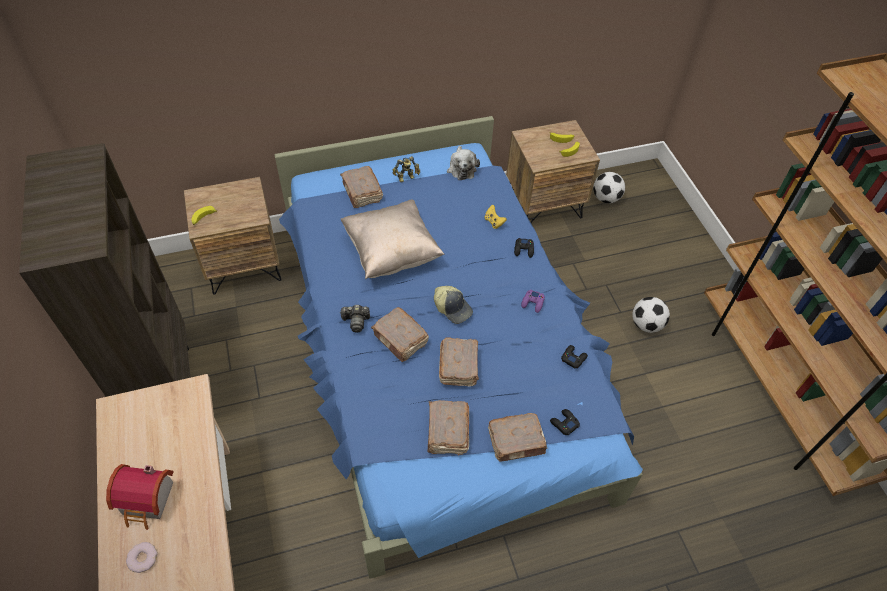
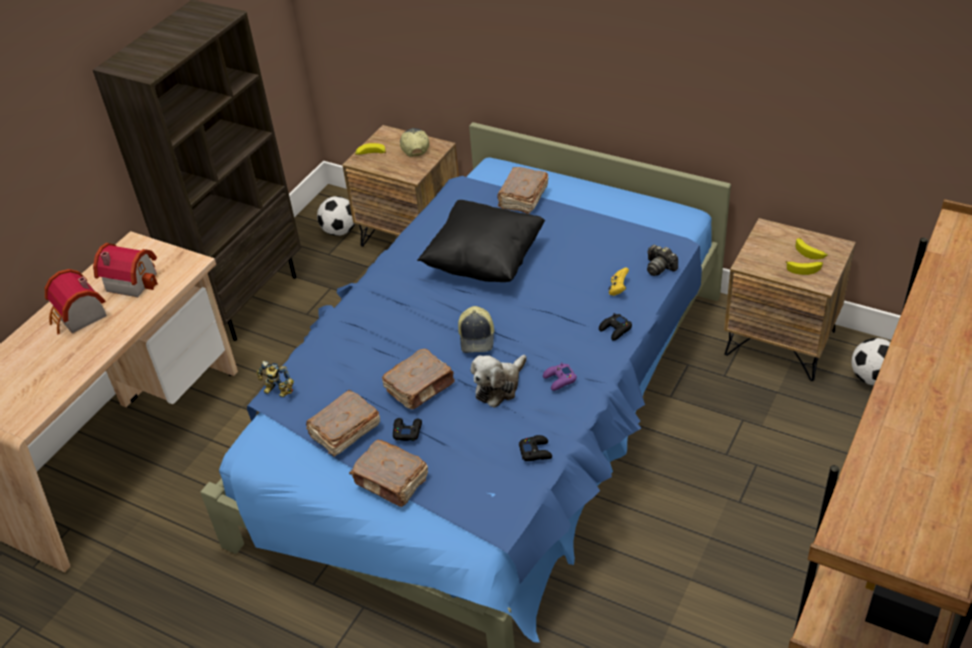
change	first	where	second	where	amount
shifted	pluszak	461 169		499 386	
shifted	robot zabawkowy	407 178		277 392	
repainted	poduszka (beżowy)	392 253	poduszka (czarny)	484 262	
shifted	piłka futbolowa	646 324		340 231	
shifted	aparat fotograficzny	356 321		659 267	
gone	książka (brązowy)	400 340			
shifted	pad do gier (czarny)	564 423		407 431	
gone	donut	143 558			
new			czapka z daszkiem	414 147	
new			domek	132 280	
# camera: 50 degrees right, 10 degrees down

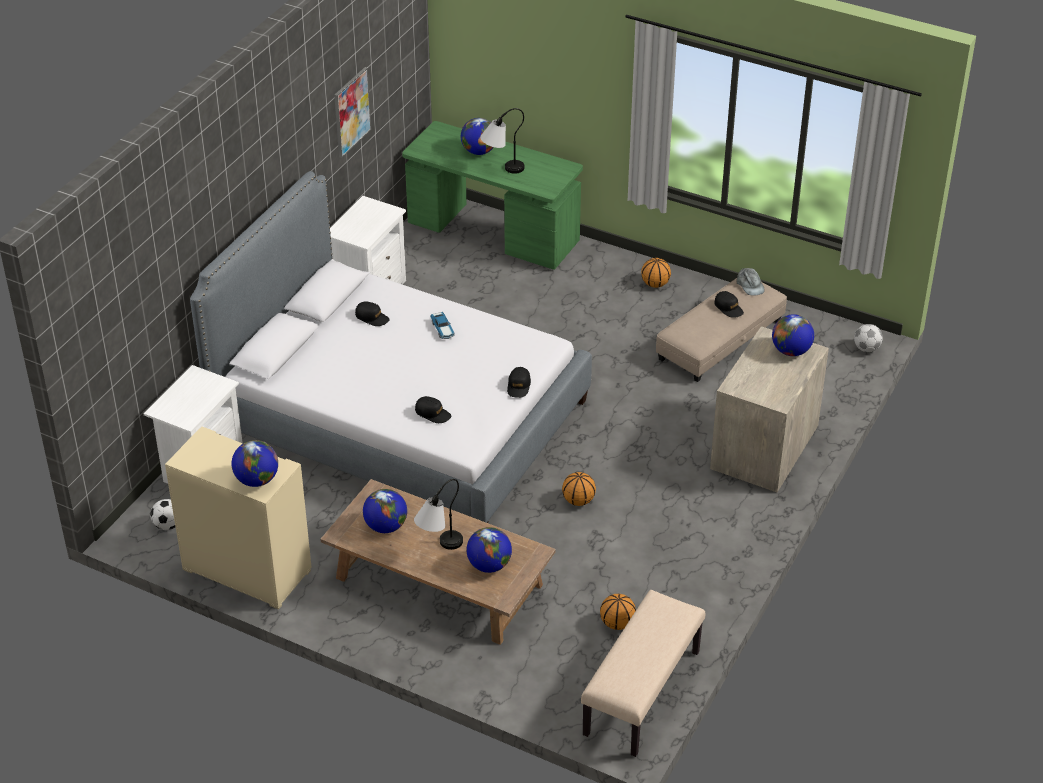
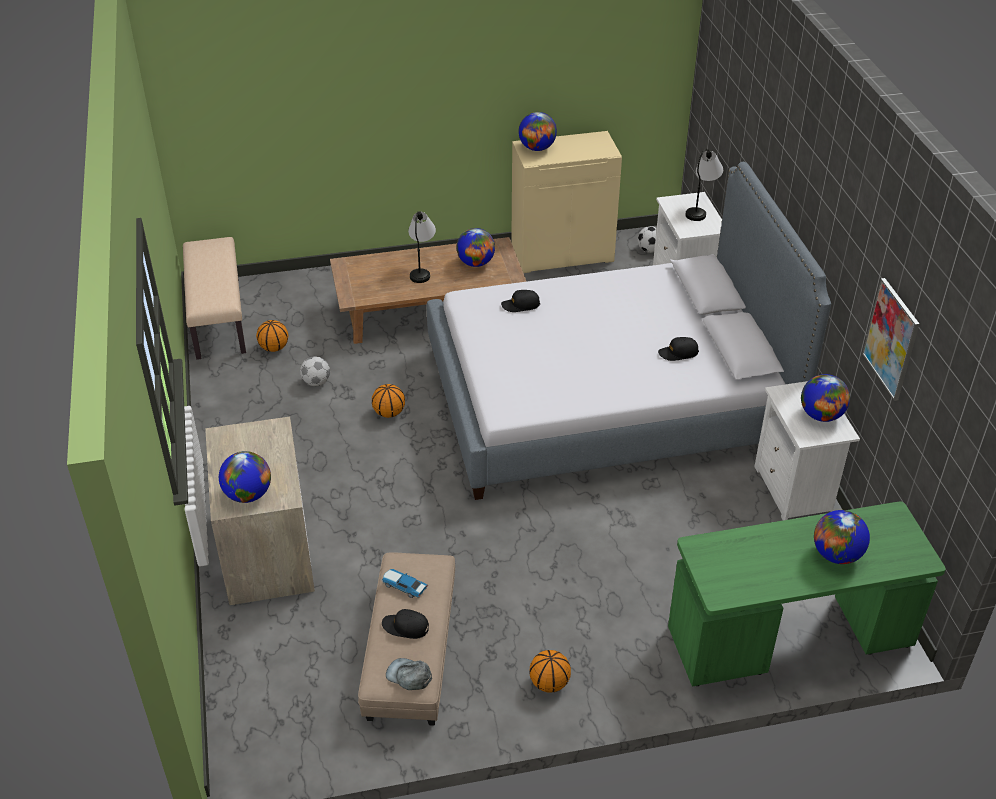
change	first	where	second	where	amount
shifted	lampa stołowa	501 170		701 208	
shifted	samochodzik	442 329		403 586	
shifted	piłka futbolowa	866 349		316 382	
gone	czapka z daszkiem (czarny)	519 386			
shifted	globus	489 565		821 415	
# camera: 140 degrees right, 0 degrees up

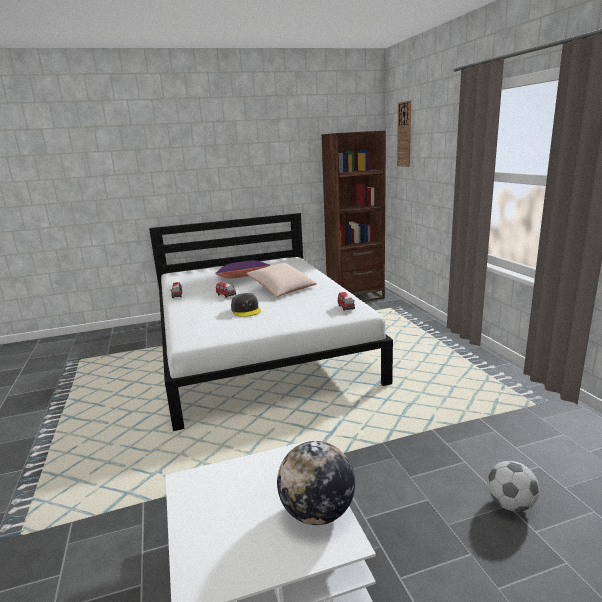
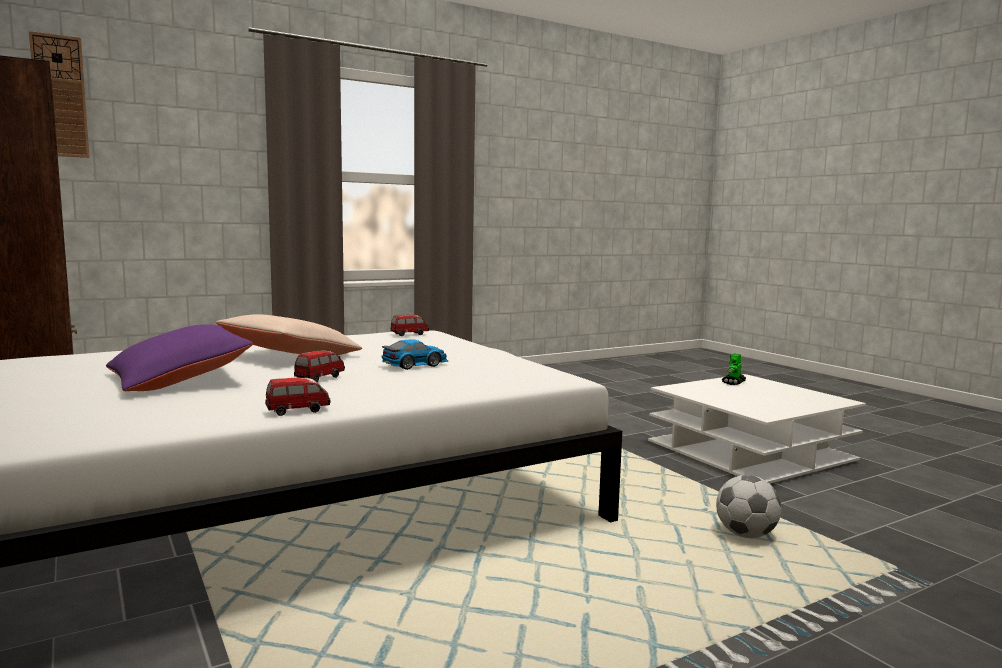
change	first	where	second	where	amount
swapped	czapka z daszkiem (szary)	246 310	samochodzik	415 365	
swapped	globus	317 512	robot zabawkowy	733 383	
shifted	piłka futbolowa	510 504		745 535	
# camera: 105 degrees left, 10 degrees down

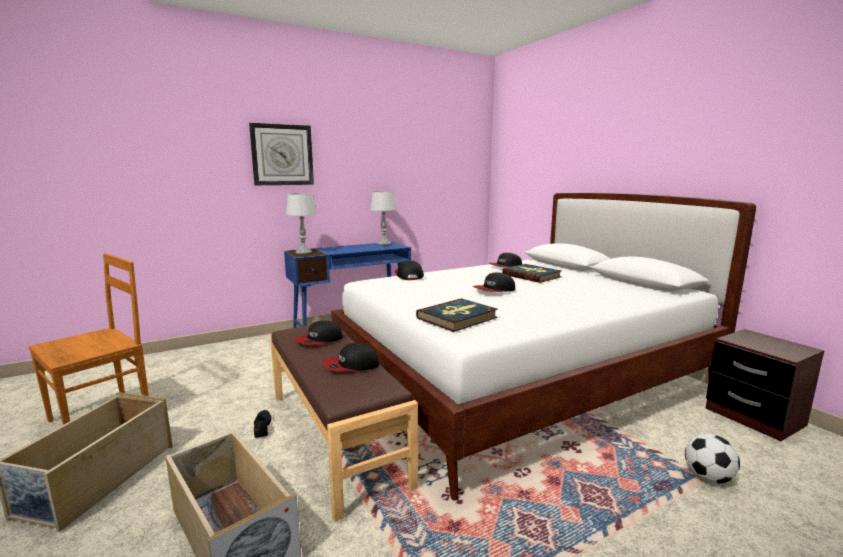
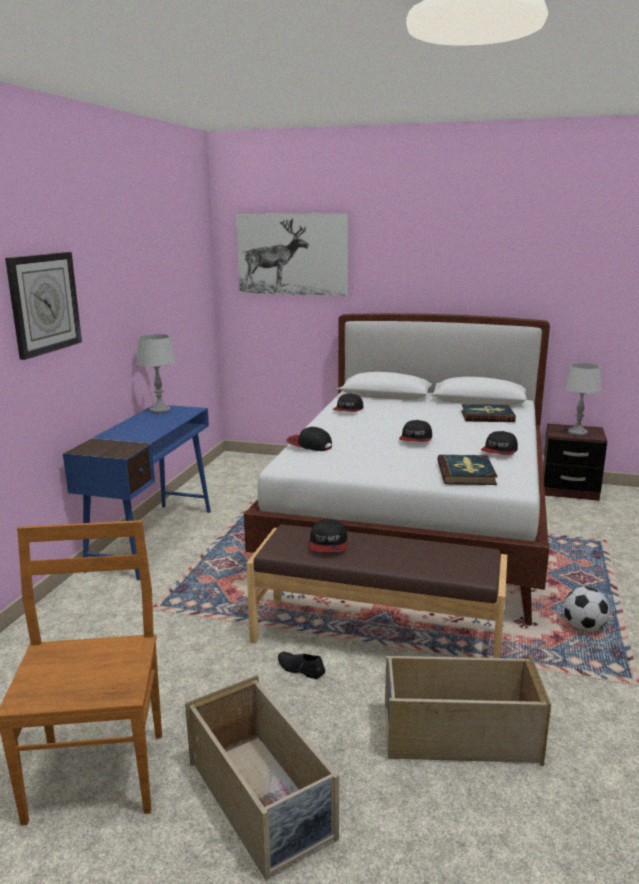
change	first	where	second	where	amount
shifted	lampa stołowa (szary)	303 252		577 432	
shifted	książka	531 275		487 416	
shifted	czapka z daszkiem	351 365		499 451	
shifted	piłka futbolowa	708 478		583 627	
new			obraz	292 254	
# camera: 45 degrees left, 5 degrees up

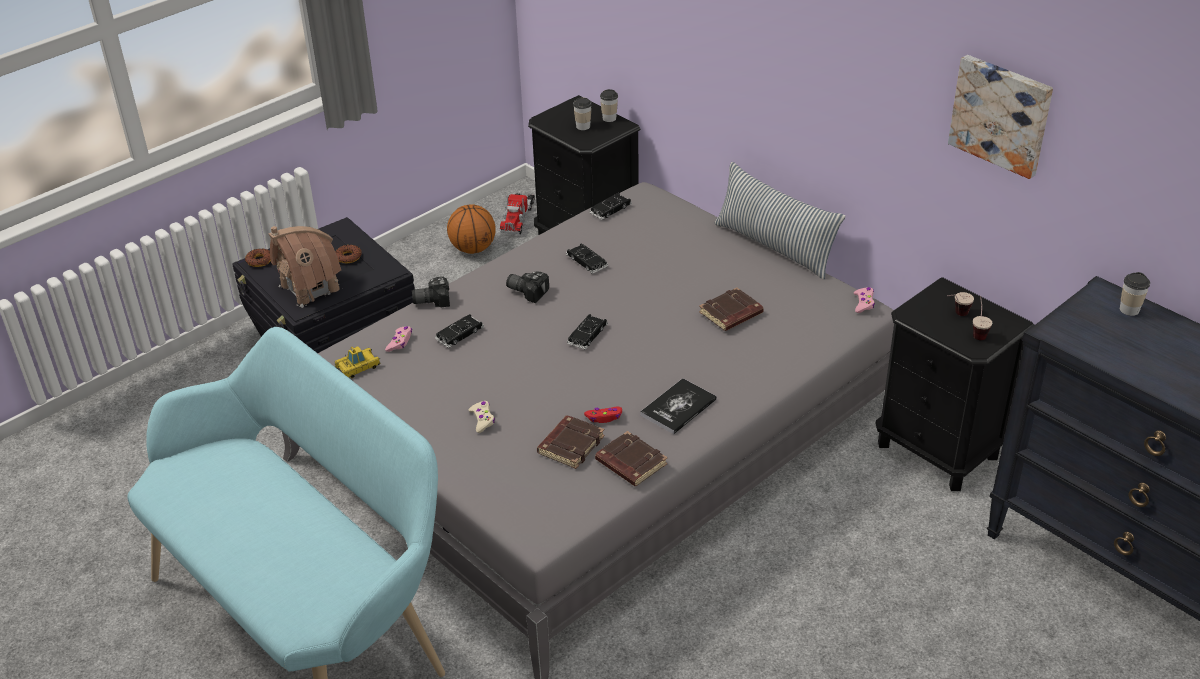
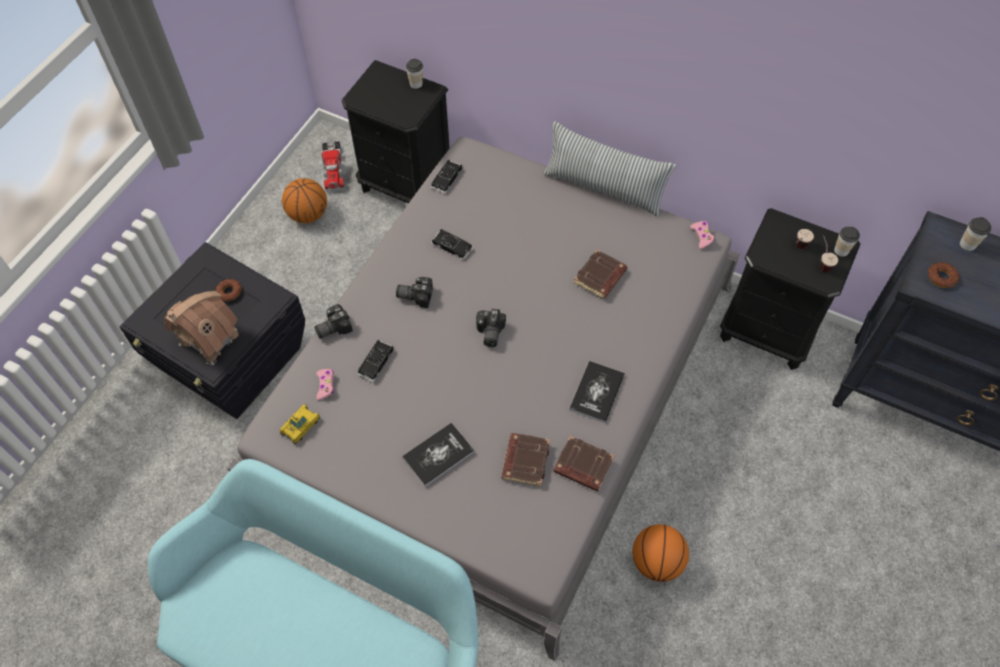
change	first	where	second	where	amount
gone	obraz	1002 114			
shifted	filiżanka	583 126		841 250	
shifted	donut	259 261		941 277	
swapped	samochodzik (czarny)	587 335	aparat fotograficzny	489 333	
swapped	pad do gier (beżowy)	482 419	książka	438 455	
gone	pad do gier (czerwony)	604 417			
new			piłka do koszykówki	656 561	
# camera: 20 degrees left, 20 degrees up

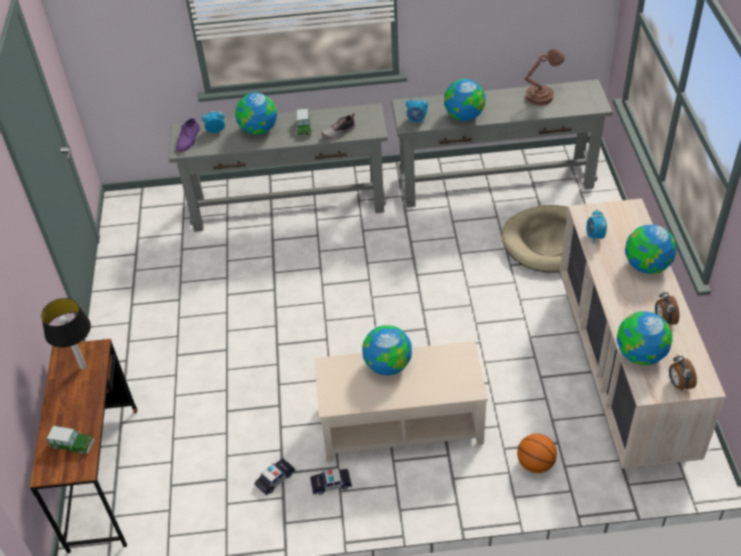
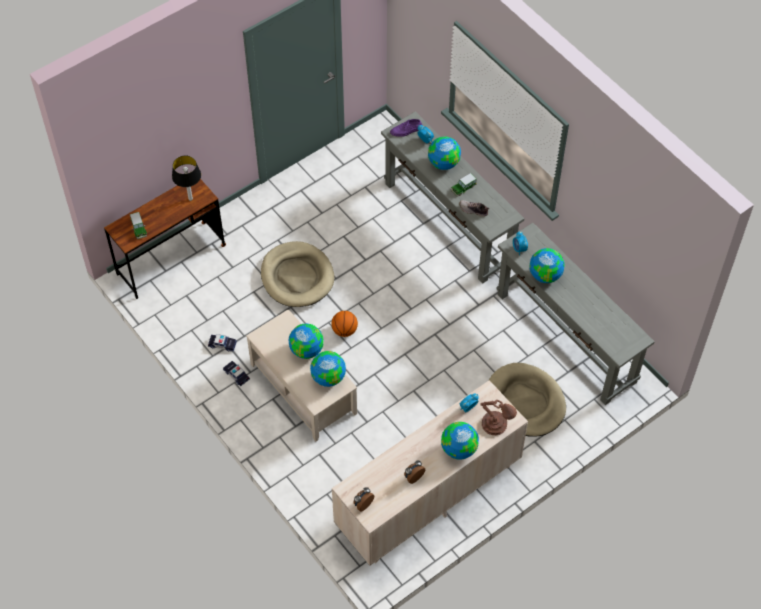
change	first	where	second	where	amount
shifted	lampa stołowa (brązowy)	541 96		496 425	
shifted	globus	640 354		328 377	
shifted	piłka do koszykówki	535 464		344 330	
new			legowisko (beżowy)	297 277	
# camera: 55 degrees right, 10 degrees up

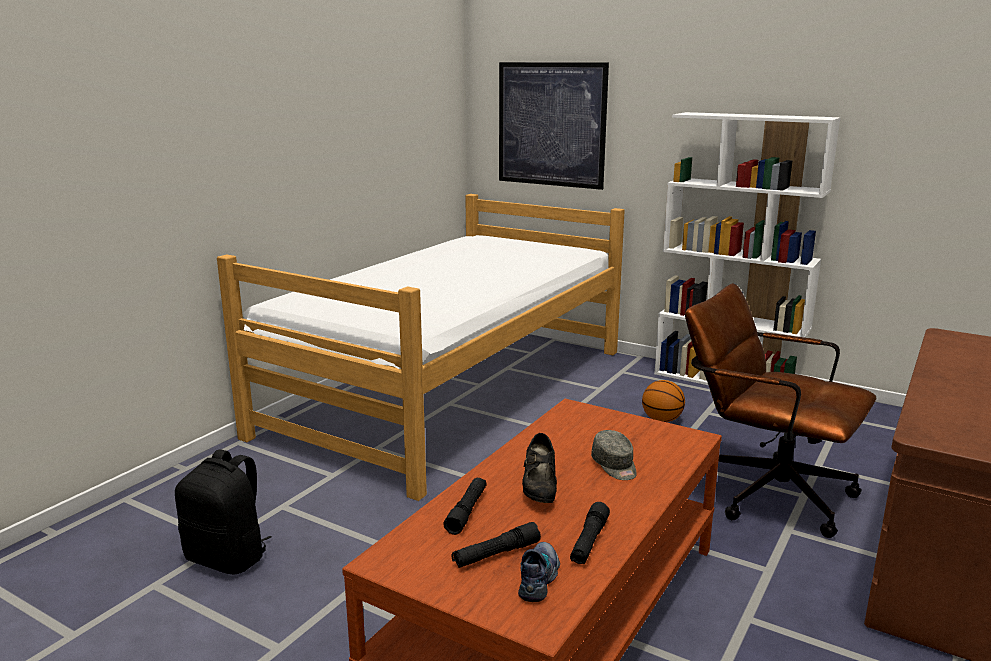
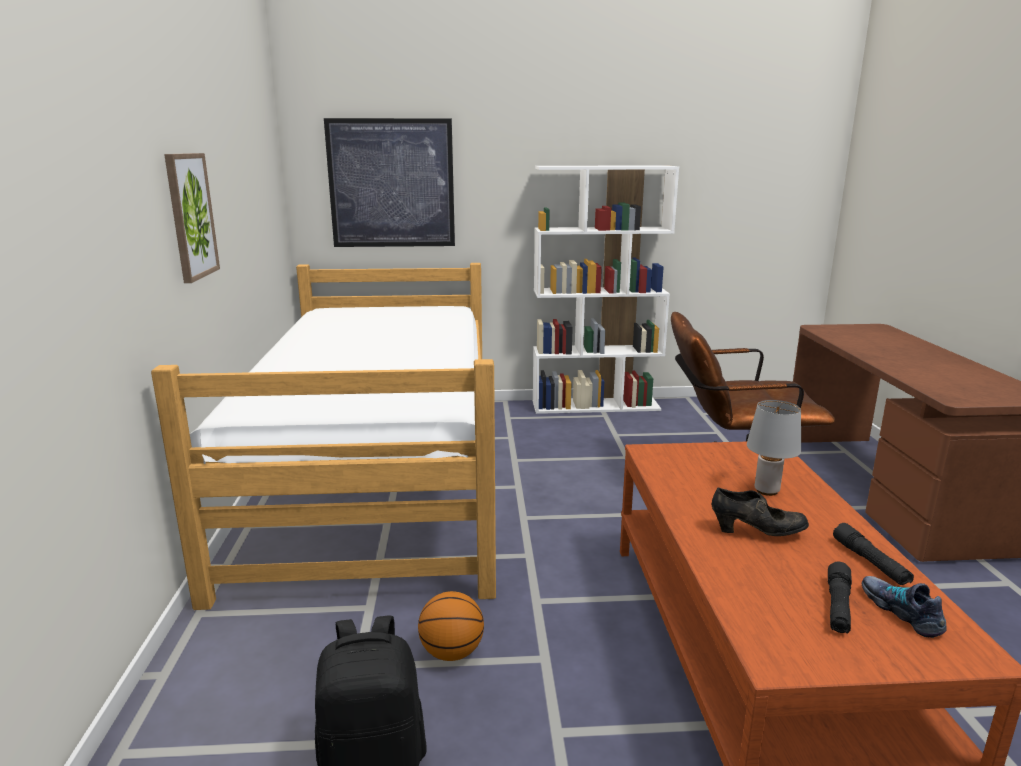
change	first	where	second	where	amount
shifted	piłka do koszykówki	661 420		451 652	
swapped	czapka z daszkiem (szary)	615 466	lampa stołowa (szary)	767 490	
rotated	but (czarny)	539 489		757 532	45 degrees counterclockwise
gone	latarka (czarny)	467 511			
new			obraz	190 216	
# camera: 35 degrees left, 0 degrees up

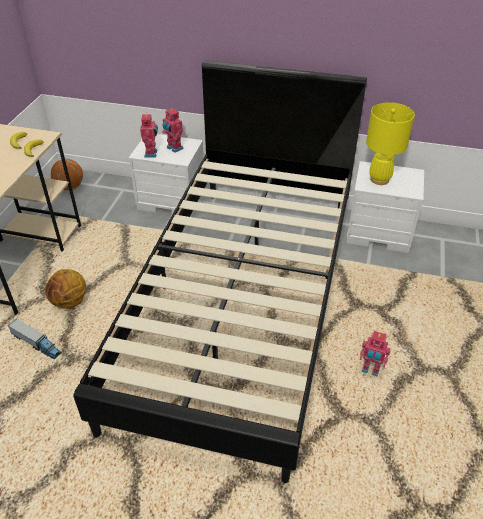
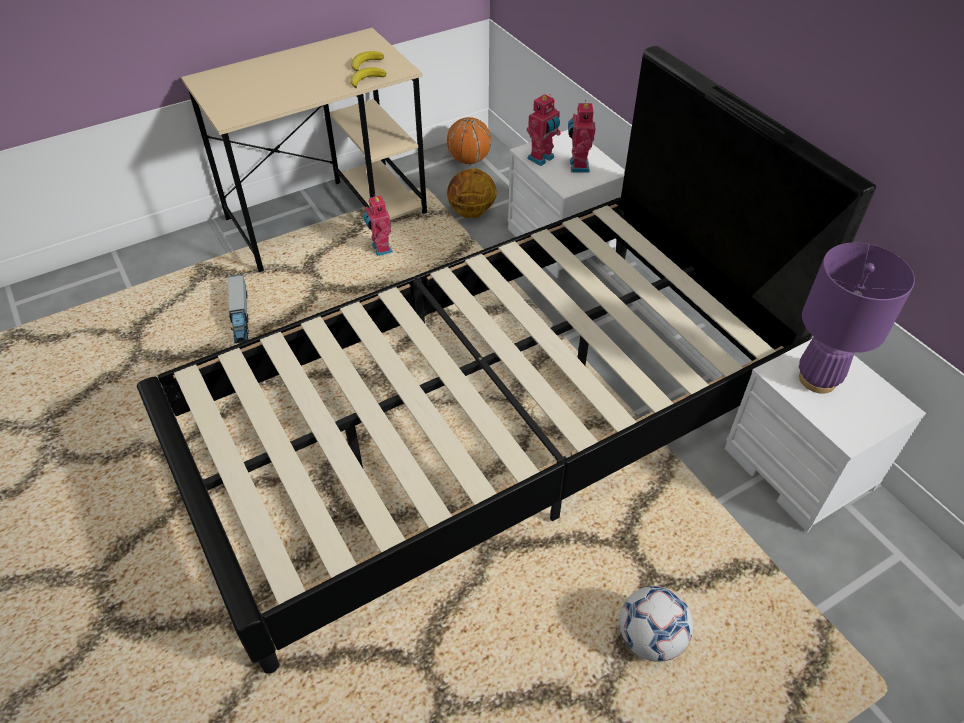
change	first	where	second	where	amount
repainted	lampa stołowa (żółty)	379 179	lampa stołowa (fioletowy)	817 379	
shifted	piłka do koszykówki	69 302		471 213	
shifted	robot zabawkowy	370 370		380 250	
new			piłka futbolowa	650 638	
# camera: 45 degrees right, 5 degrees up

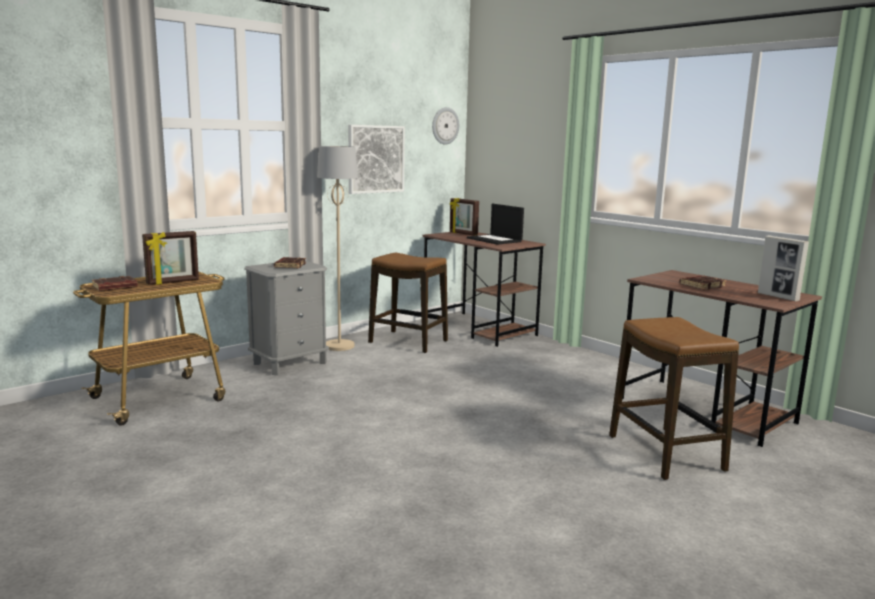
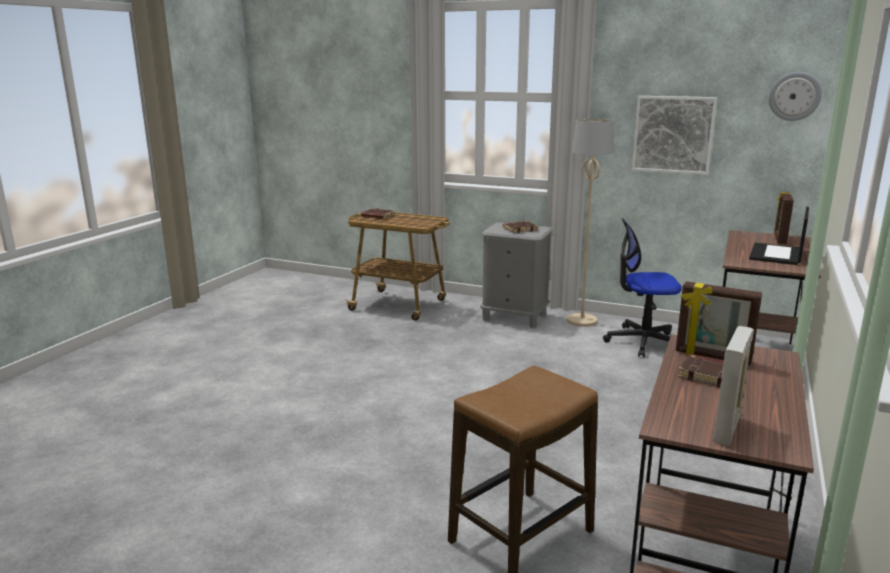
change	first	where	second	where	amount
shifted	ramka na zdjęcie	173 282		712 357	
swapped	stołek	408 342	krzesło biurowe	642 342	
# camera: 65 degrees right, 5 degrees up

